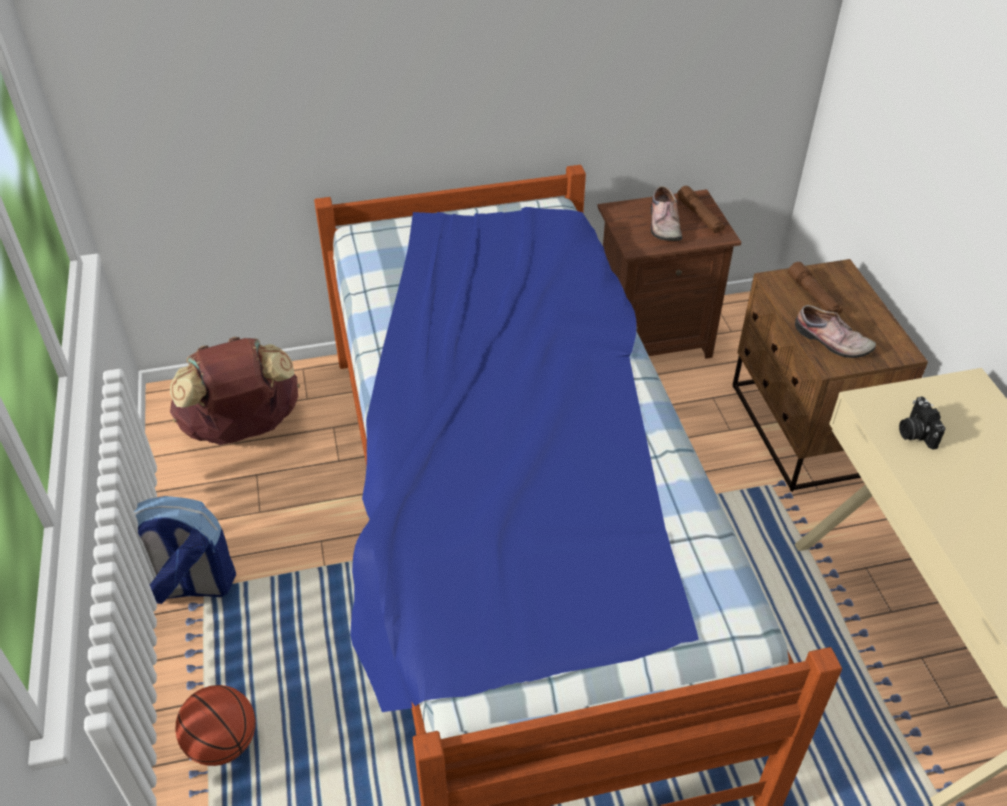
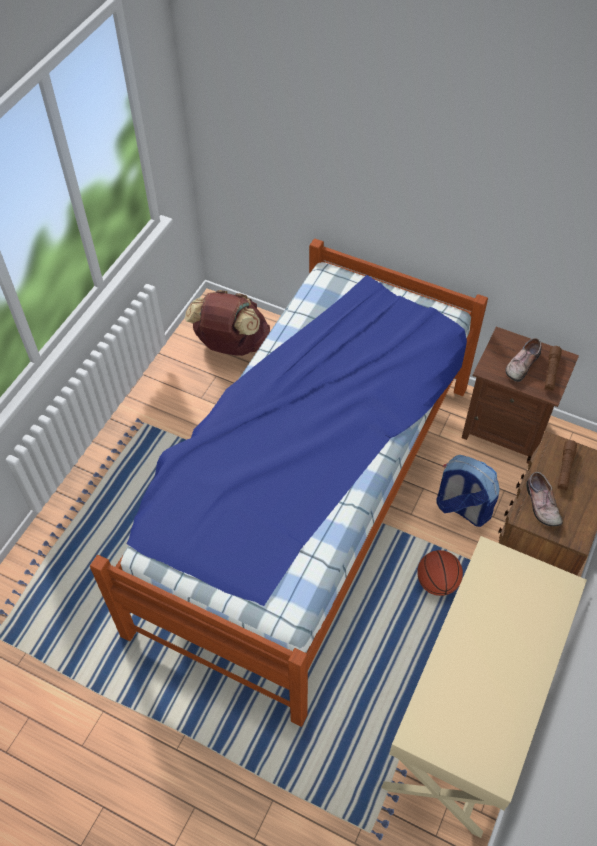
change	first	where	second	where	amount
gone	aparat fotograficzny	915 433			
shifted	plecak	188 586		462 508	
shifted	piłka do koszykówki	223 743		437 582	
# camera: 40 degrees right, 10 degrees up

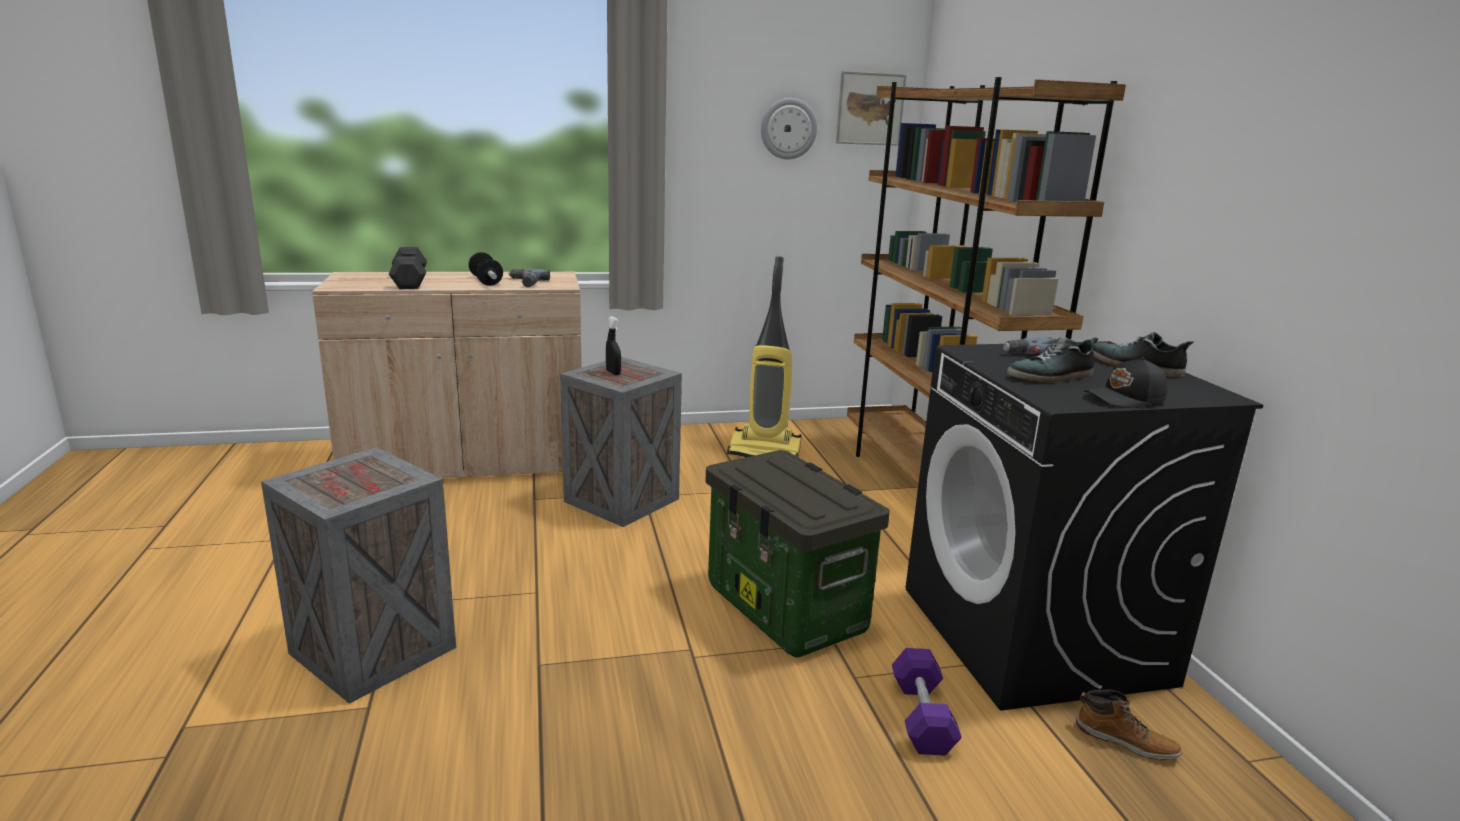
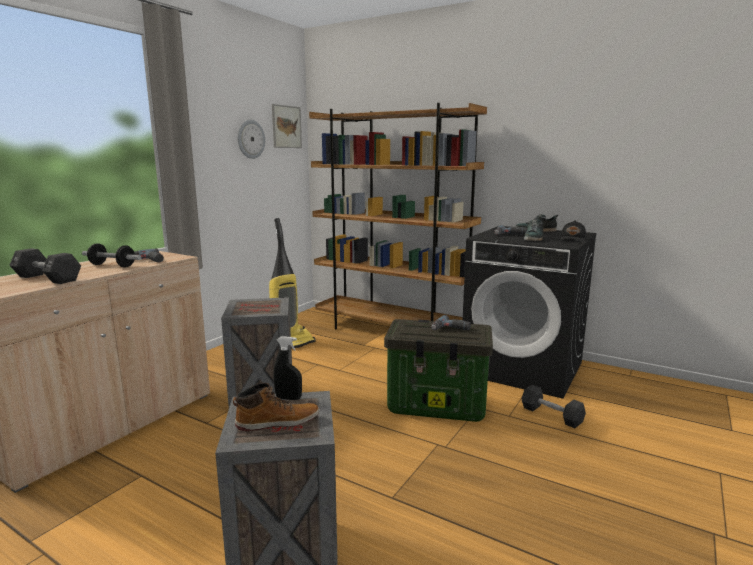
change	first	where	second	where	amount
shifted	spryskiwacz (czarny)	613 373		288 398	
repainted	hantel (fioletowy)	922 717	hantel (czarny)	551 415	
shifted	but z cholewką	1125 741		277 422	
new			wiertarka	450 329	
# camera: 45 degrees left, 5 degrees down

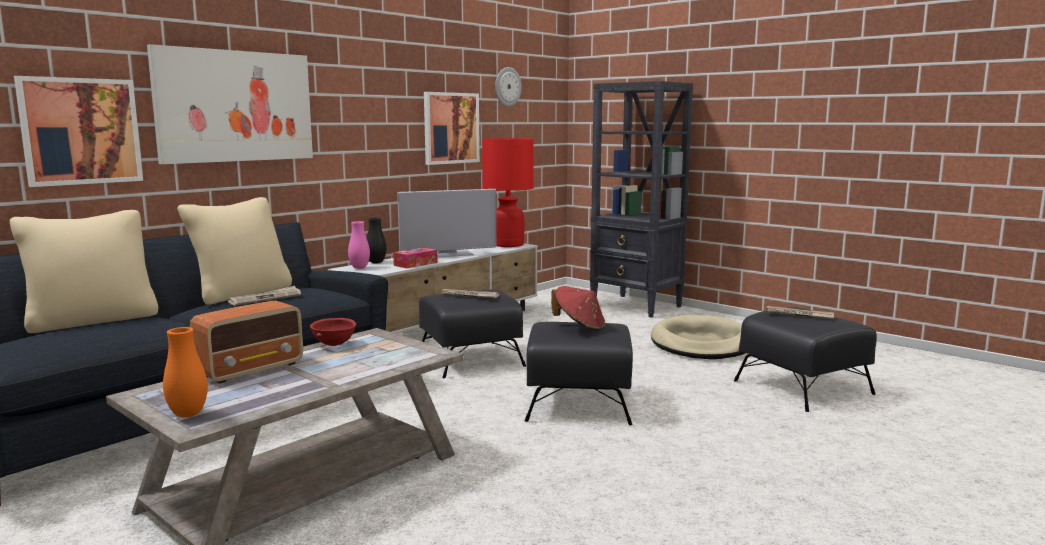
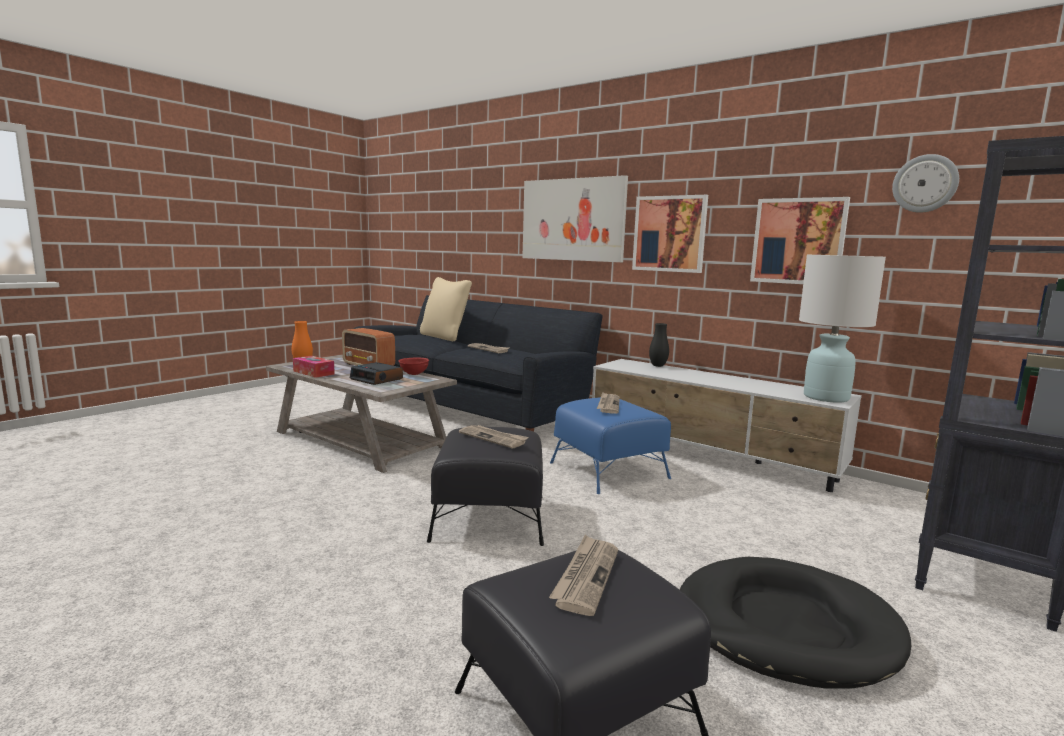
change	first	where	second	where	amount
shifted	obraz	81 131		669 234	
repainted	lampa stołowa (czerwony)	507 244	lampa stołowa (biały)	826 397	
gone	telewizor	448 255			
gone	poduszka (beżowy)	241 293			
gone	wazon (różowy)	359 268			
shifted	pudełko chusteczek	415 264		313 372	
swapped	kapelusz (czerwony)	579 326	gazeta	494 438	
repainted	pufa (czarny)	471 359	pufa (niebieski)	608 470	
repainted	legowisko (beżowy)	701 343	legowisko (czarny)	785 626	
new			budzik	377 379	
# camera: 85 degrees right, 0 degrees up

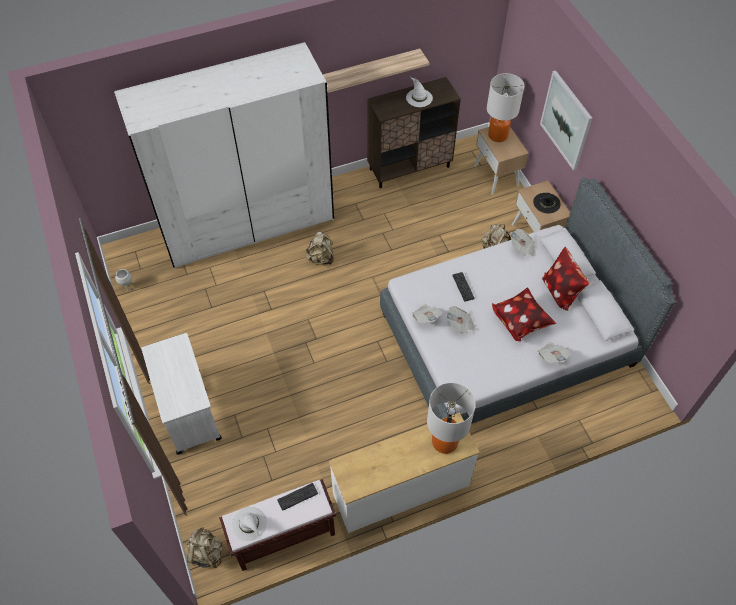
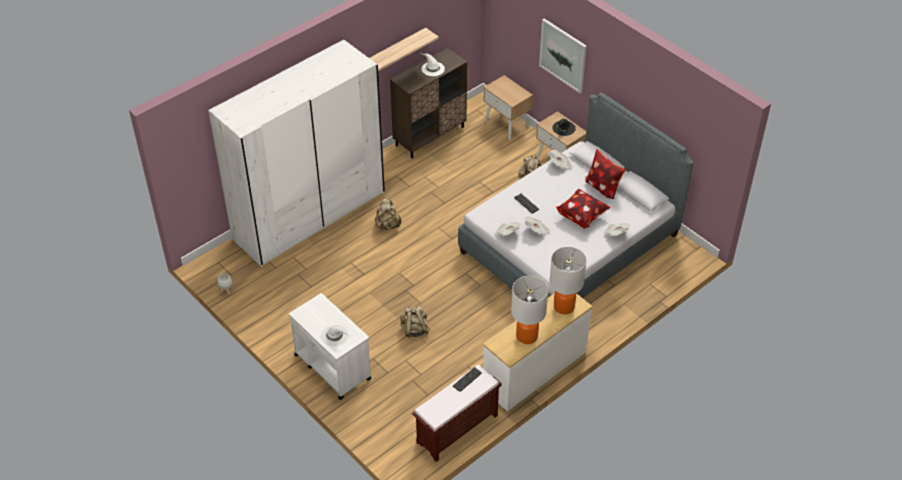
change	first	where	second	where	amount
shifted	lampa stołowa	497 135		526 336	
shifted	kapelusz (biały)	249 524		335 335	
shifted	plecak (beżowy)	206 553		414 329	
# camera: 20 degrees left, 10 degrees down

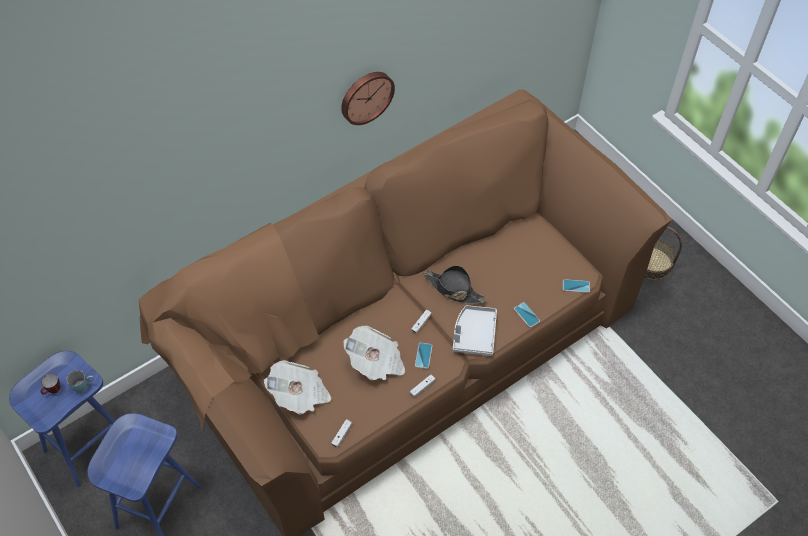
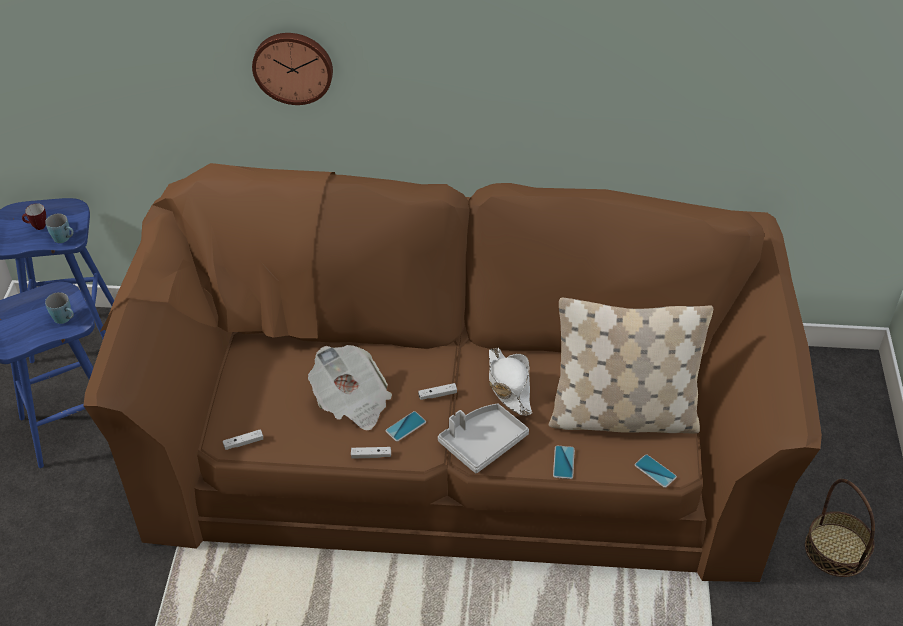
change	first	where	second	where	amount
shifted	zegar ścienny	366 96		293 66	
repainted	kapelusz (czarny)	454 289	kapelusz (biały)	509 385	
gone	gazeta	300 395			
new			kubek (niebieski)	65 319	
new			poduszka (beżowy)	622 415	
# camera: 40 degrees right, 10 degrees down

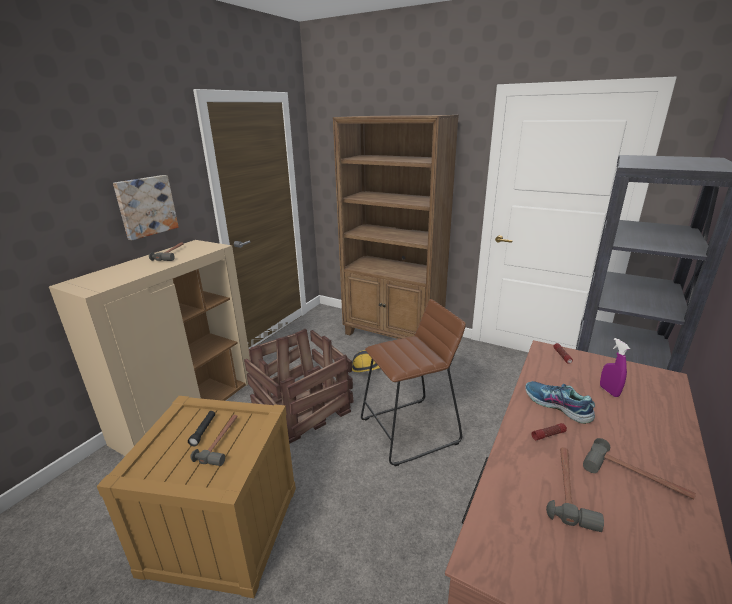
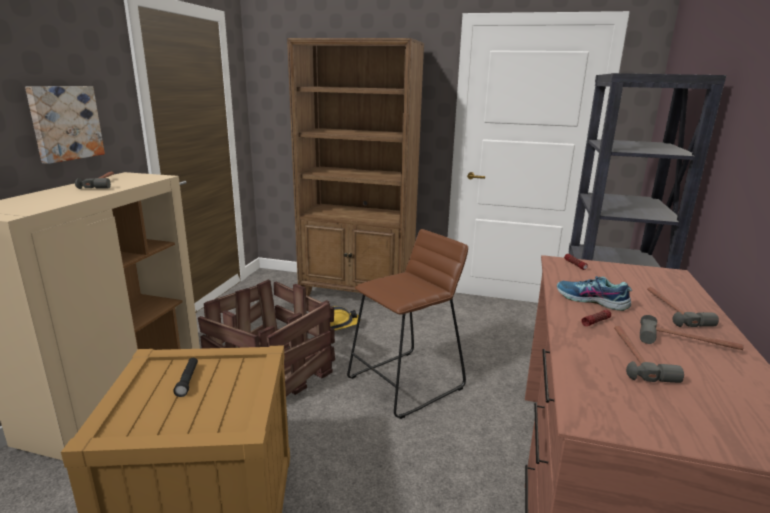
change	first	where	second	where	amount
gone	spryskiwacz (fioletowy)	609 391			
shifted	młotek	222 441		672 310	
# camera: 15 degrees left, 5 degrees down

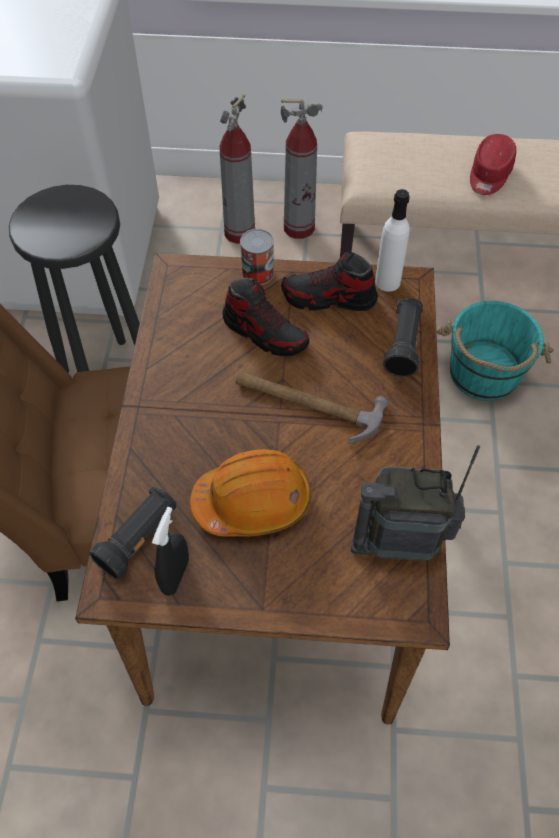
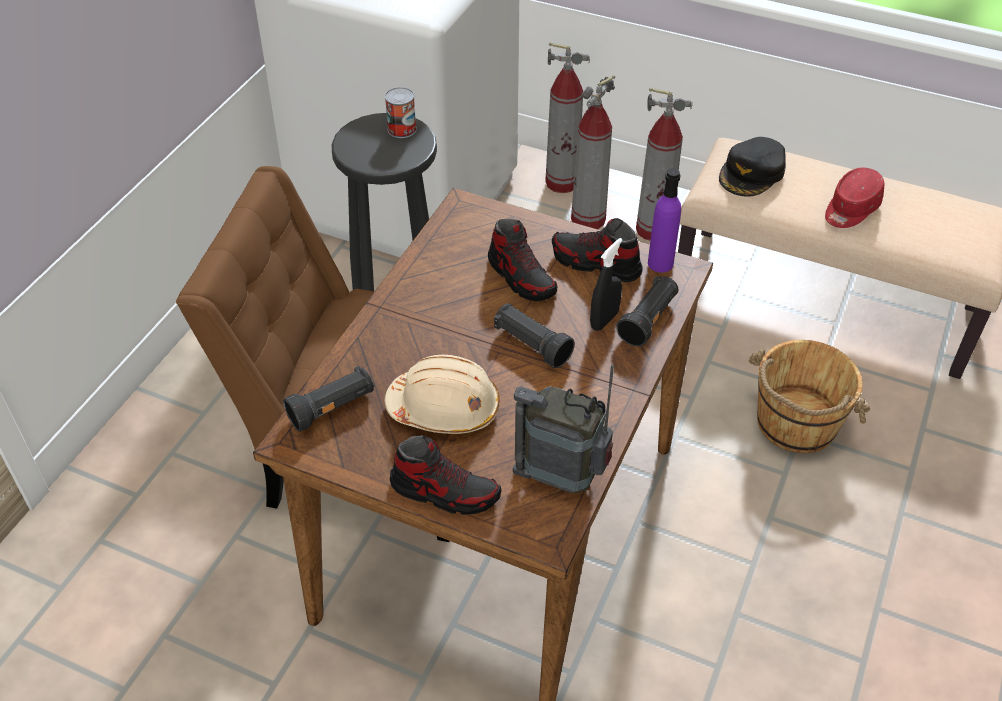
change	first	where	second	where	amount
repainted	butelka (biały)	387 282	butelka (fioletowy)	660 263	
shifted	puszka	258 273		402 129	
repainted	wiadro (turkusowy)	483 374	wiadro (brązowy)	795 423	
swapped	młotek	307 404	latarka (czarny)	531 345	
repainted	kask (pomarańczowy)	253 501	kask (beżowy)	444 408	
shifted	spryskiwacz (czarny)	175 576		604 320	
new			gaśnica	562 182	
new			czapka z daszkiem (czarny)	752 173	
new			but	445 492	
# camera: 20 degrees right, 10 degrees down

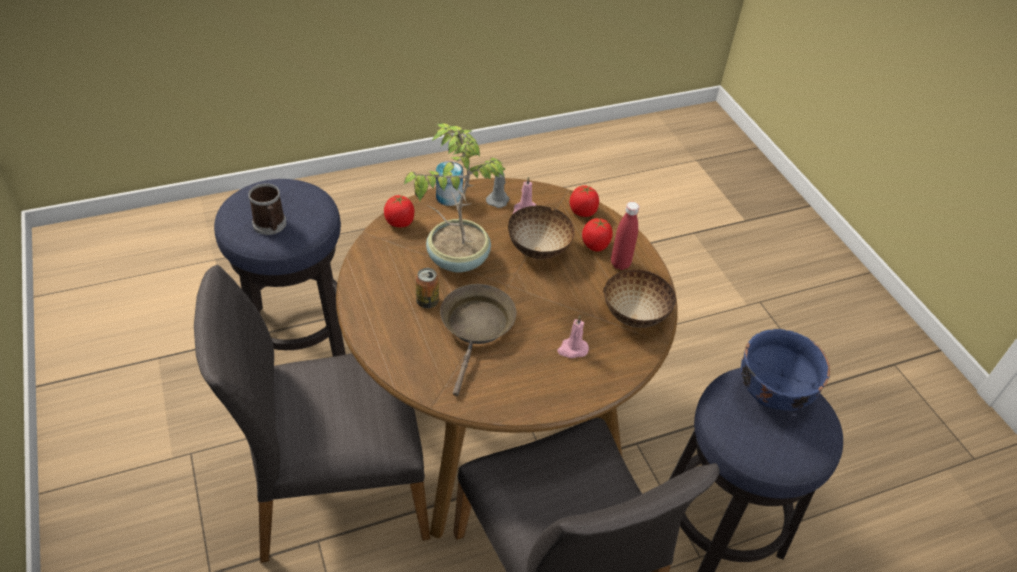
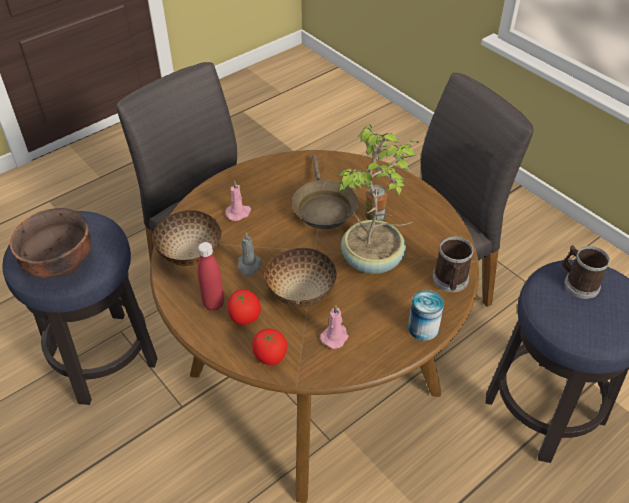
change	first	where	second	where	amount
shifted	świeca (szary)	498 200		249 266	
swapped	pomidor	400 222	kubek	450 282	
repainted	miska (niebieski)	772 391	miska (brązowy)	61 265	
# camera: 165 degrees right, 0 degrees up

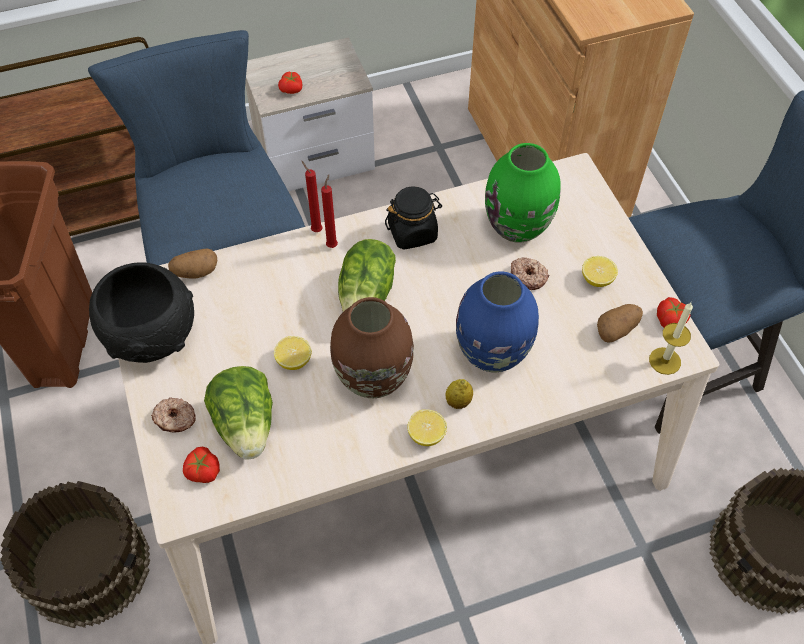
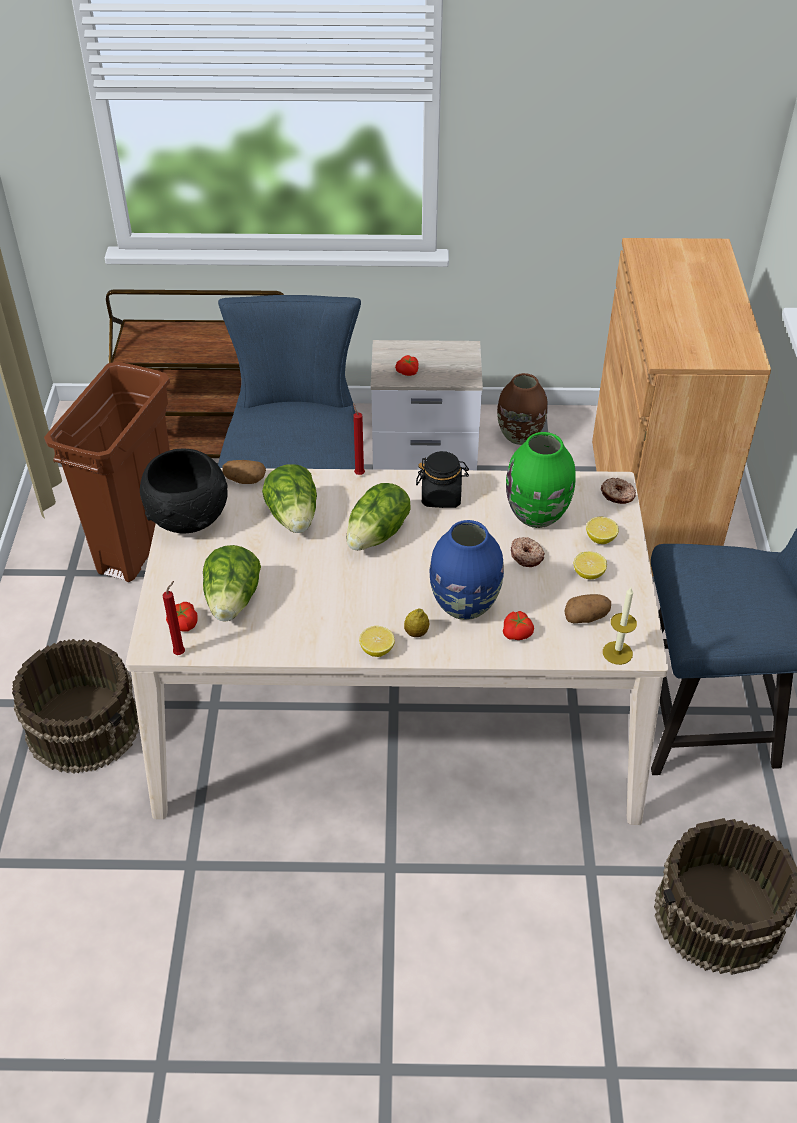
change	first	where	second	where	amount
shifted	świeca (czerwony)	332 245		181 652	
shifted	wazon (brązowy)	372 378		519 436	
shifted	pomidor	671 320		517 633	
shifted	cytryna	294 360		600 538	
shifted	donut	175 419		617 495	
new			sałata	294 518	
# camera: 20 degrees right, 10 degrees down

